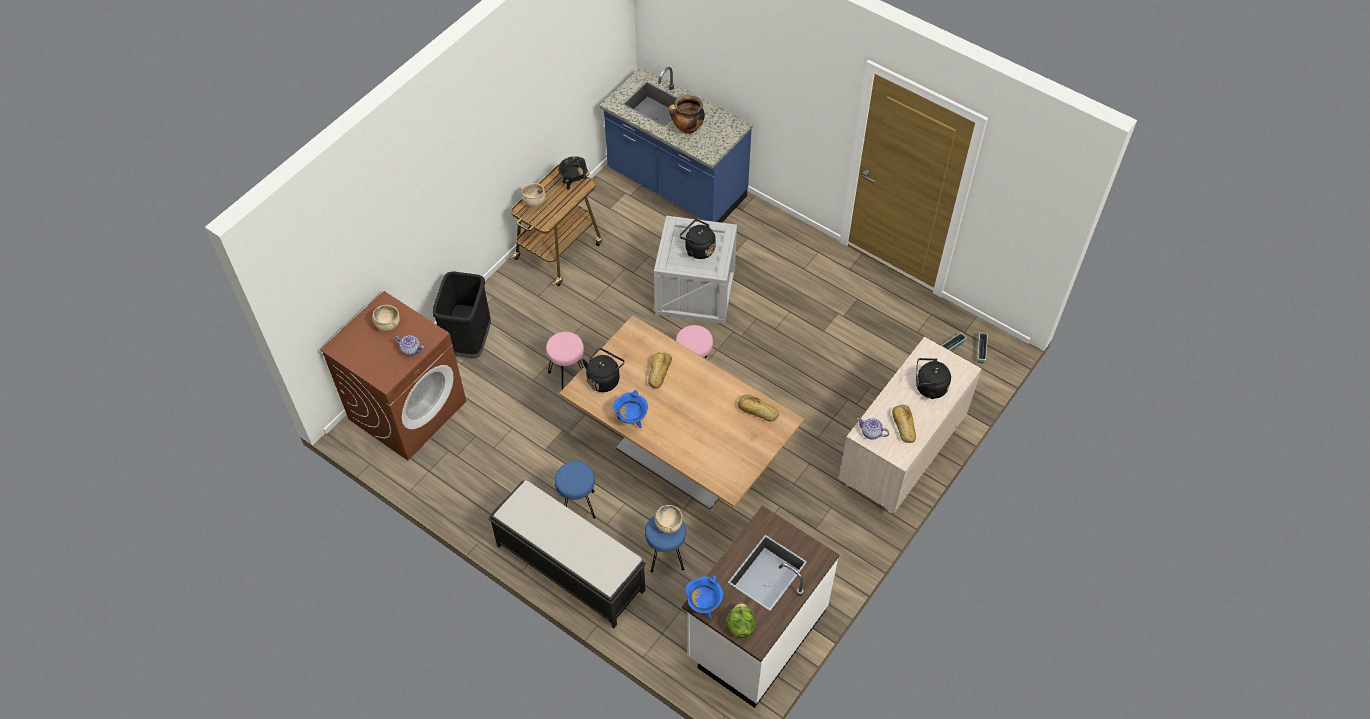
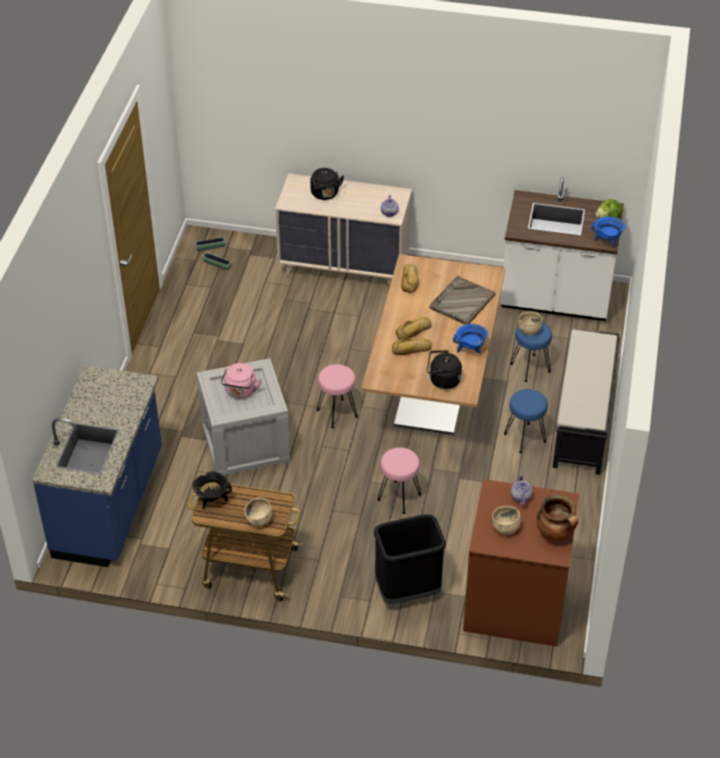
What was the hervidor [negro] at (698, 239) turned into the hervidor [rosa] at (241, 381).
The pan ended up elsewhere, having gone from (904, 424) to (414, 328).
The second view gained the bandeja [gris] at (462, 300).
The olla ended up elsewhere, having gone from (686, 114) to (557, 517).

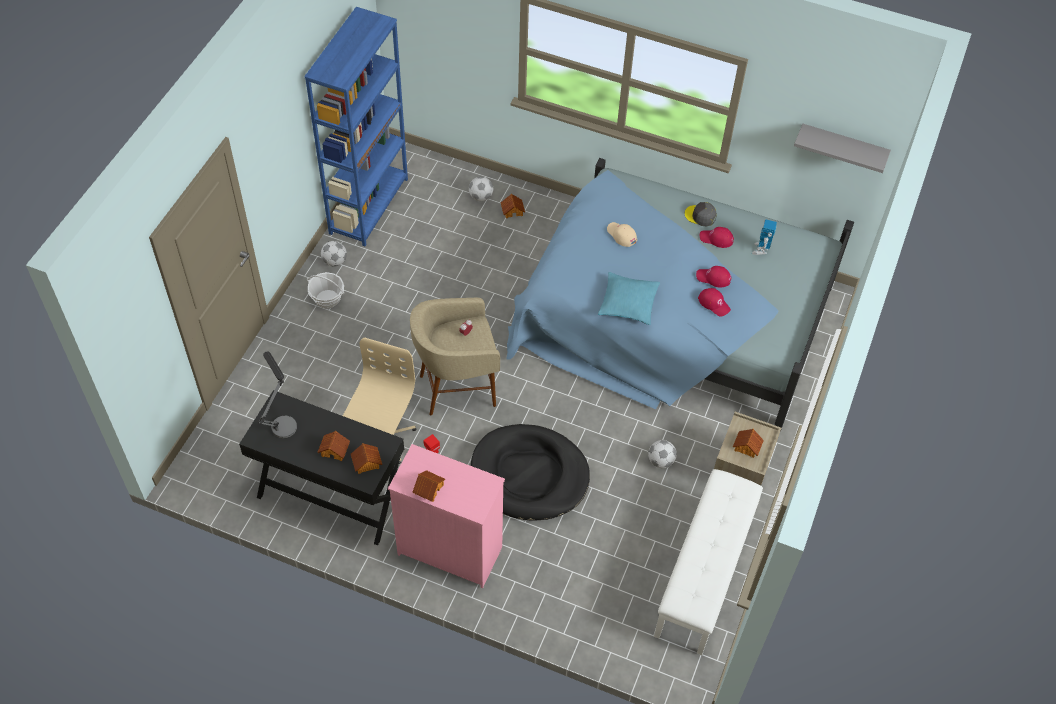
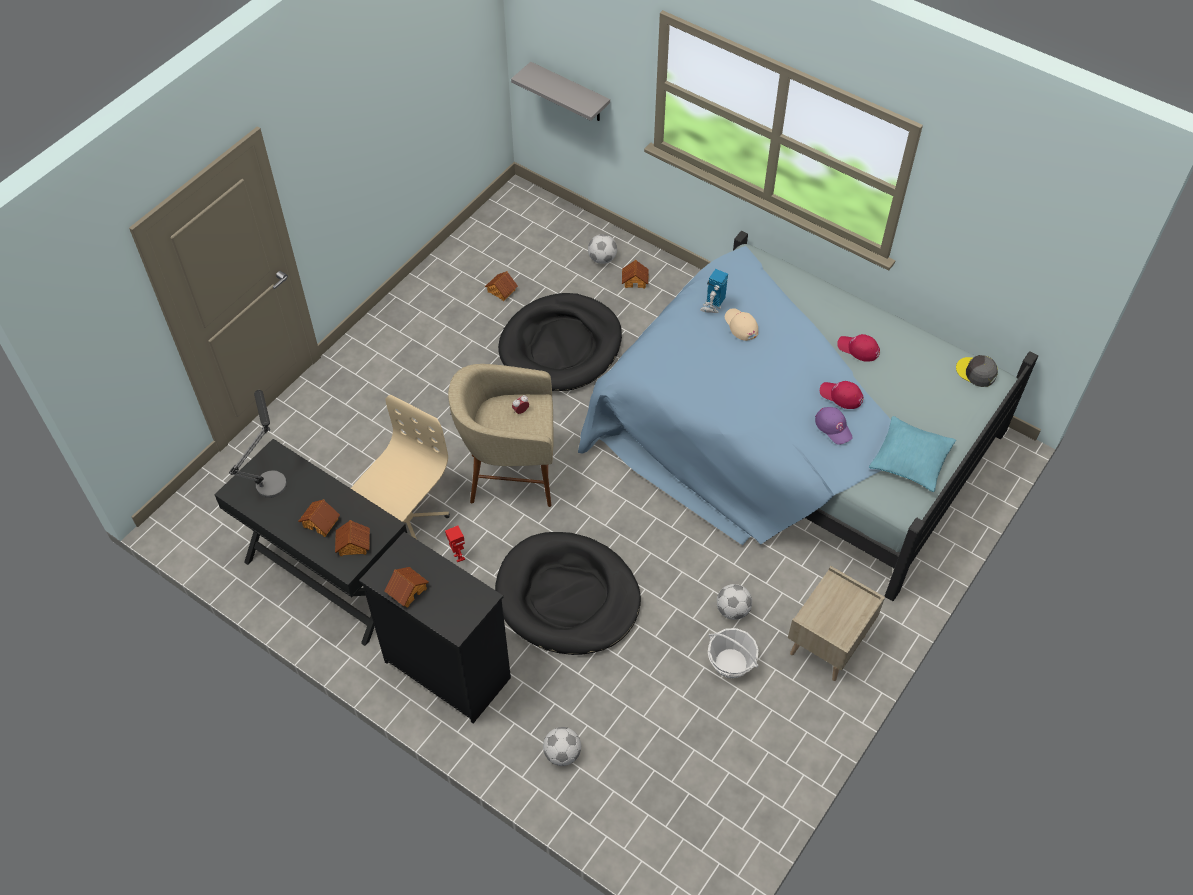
What was the cómoda [rosa] at (446, 516) turned into the cómoda [negro] at (435, 627).
The casita ended up elsewhere, having gone from (748, 443) to (501, 286).
The second view gained the cama para perro [negro] at (560, 342).
The estante [gris] ended up elsewhere, having gone from (842, 148) to (560, 91).
The balón de fútbol ended up elsewhere, having gone from (334, 254) to (562, 746).
The robot de juguete ended up elsewhere, having gone from (764, 237) to (714, 291).
The cesta ended up elsewhere, having gone from (325, 290) to (733, 653).
What was the gorra [rojo] at (714, 302) turned into the gorra [morado] at (834, 426).
The cojín [turquesa] ended up elsewhere, having gone from (629, 298) to (912, 454).
The gorra [gris] ended up elsewhere, having gone from (701, 214) to (977, 371).
The second view lost the estantería [azul] at (356, 126).
The second view lost the banco [blanco] at (708, 562).

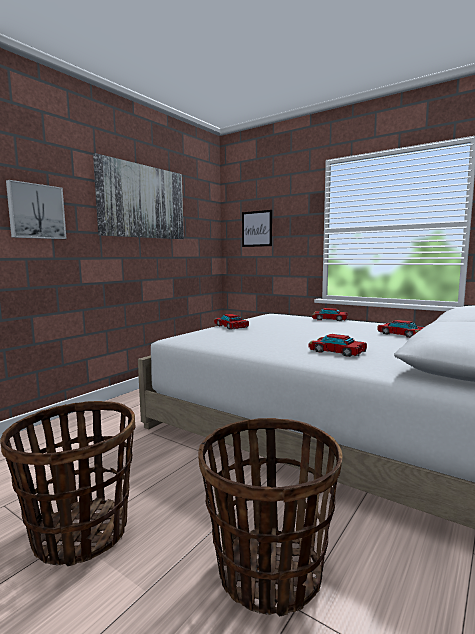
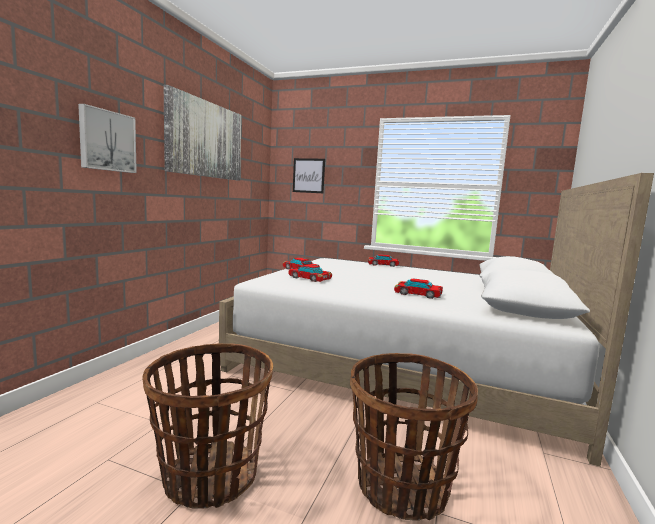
The coche de juguete ended up elsewhere, having gone from (400, 329) to (310, 273).

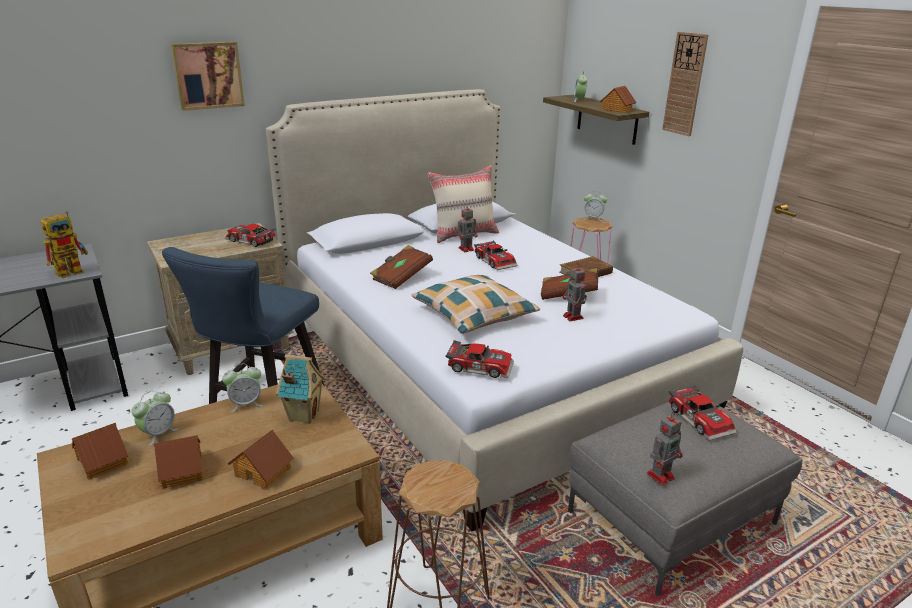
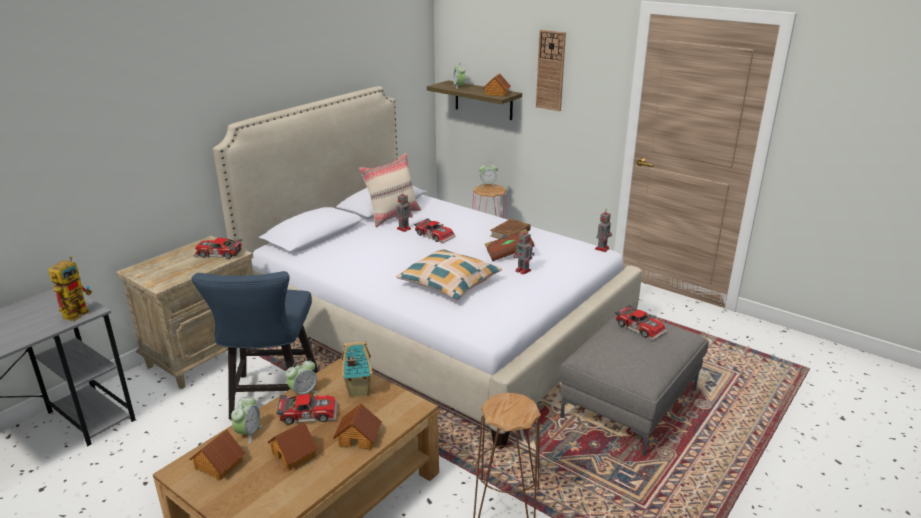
The coche de juguete ended up elsewhere, having gone from (480, 359) to (307, 409).
The robot de juguete ended up elsewhere, having gone from (664, 448) to (603, 230).
The second view lost the cuadro at (208, 76).
The second view lost the libro [marrón] at (401, 267).

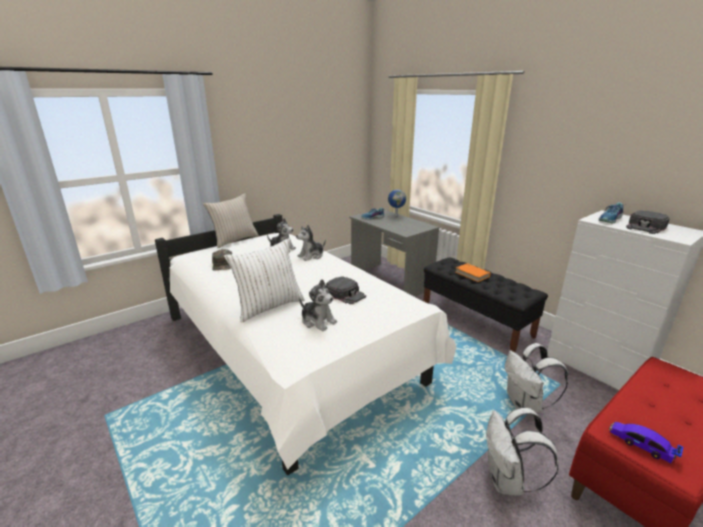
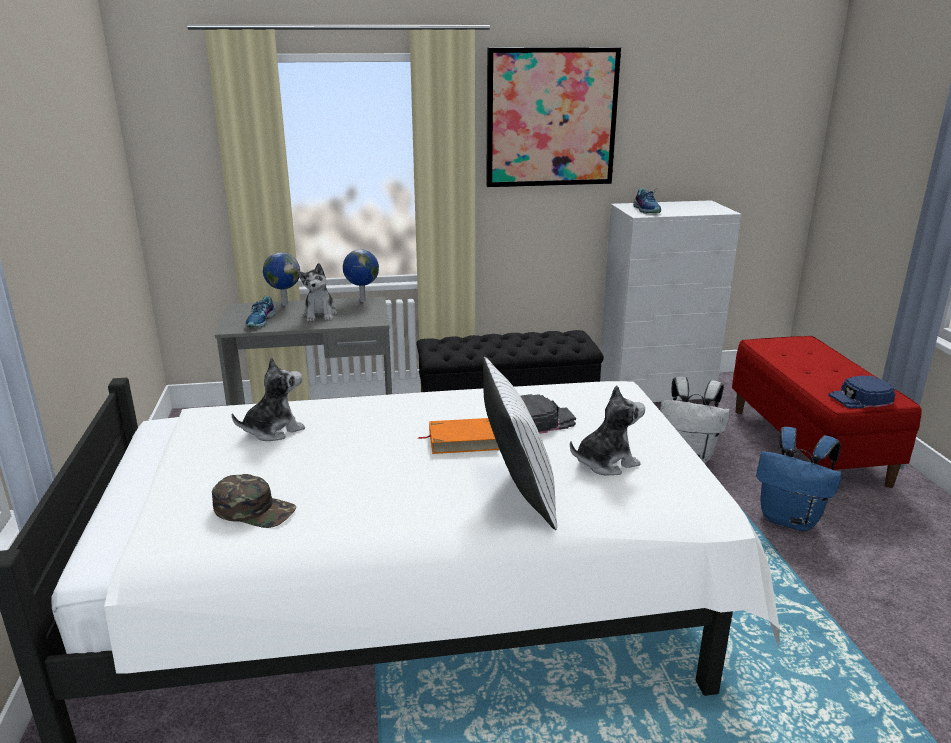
The peluche ended up elsewhere, having gone from (311, 243) to (318, 292).
The second view gained the globo terráqueo at (361, 275).
The libro [naranja] ended up elsewhere, having gone from (472, 272) to (459, 436).
The second view gained the cuadro at (553, 117).
What was the mochila [blanco] at (522, 452) turned into the mochila [azul] at (799, 479).
Where the coche de juguete stood at (646, 442), the gorra [azul] came to stand at (862, 392).
The second view lost the cojín [beis] at (231, 220).
The second view lost the gorra [negro] at (648, 222).

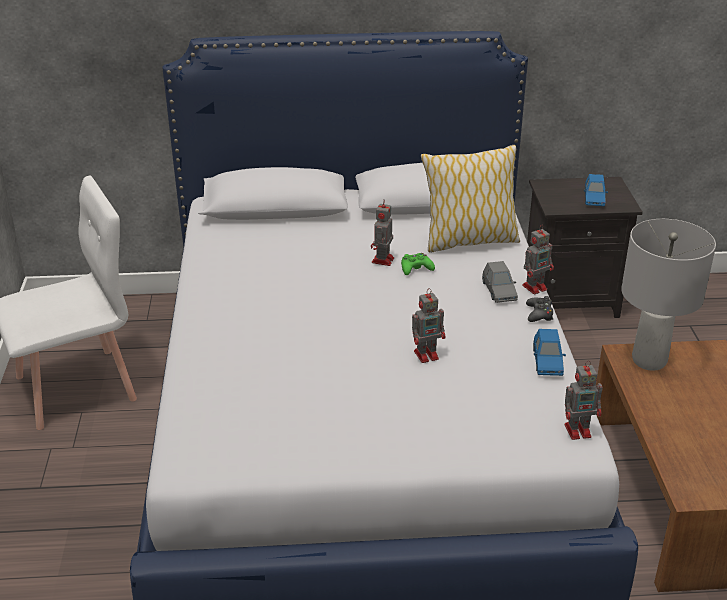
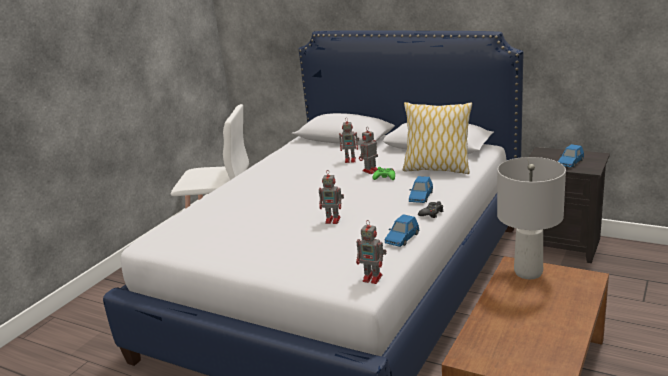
The robot de juguete ended up elsewhere, having gone from (538, 259) to (349, 140).
What was the coche de juguete [gris] at (500, 282) turned into the coche de juguete [azul] at (421, 189).

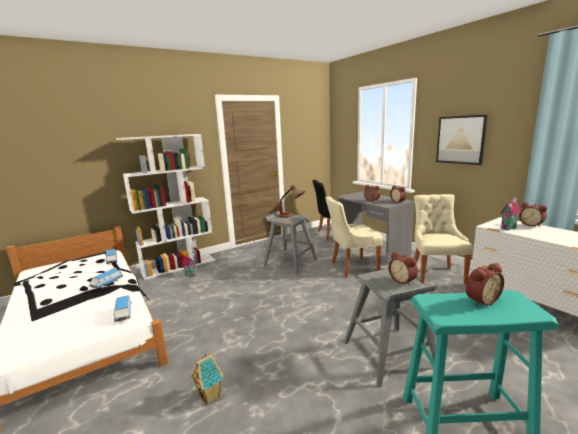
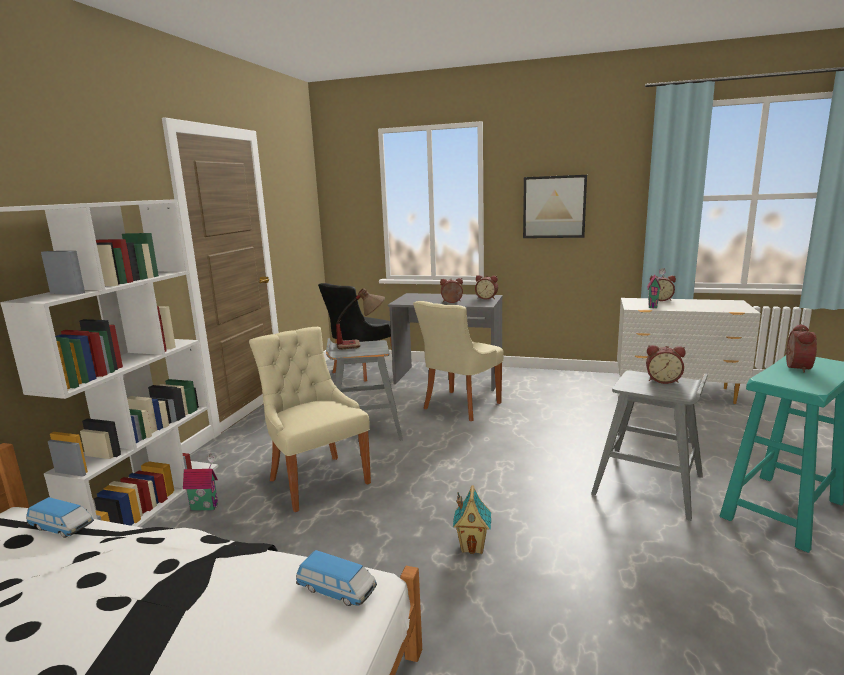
The silla [beis] ended up elsewhere, having gone from (443, 239) to (310, 419).
The casita ended up elsewhere, having gone from (207, 379) to (472, 519).
The second view lost the coche de juguete at (106, 278).

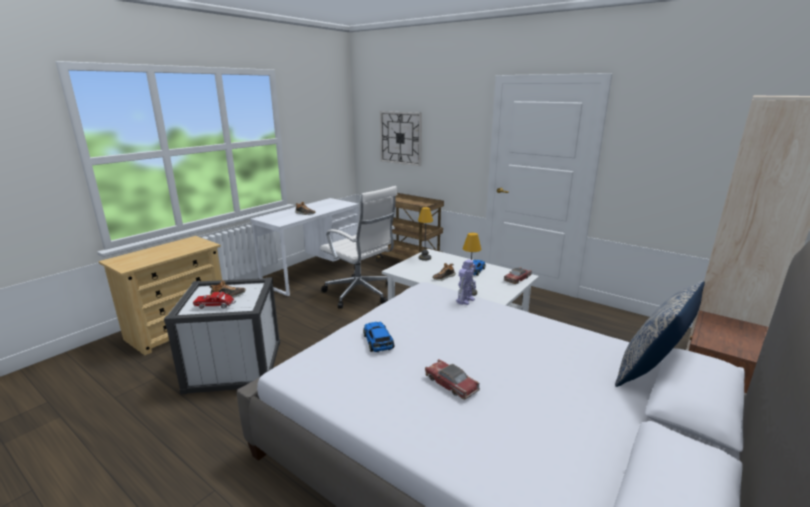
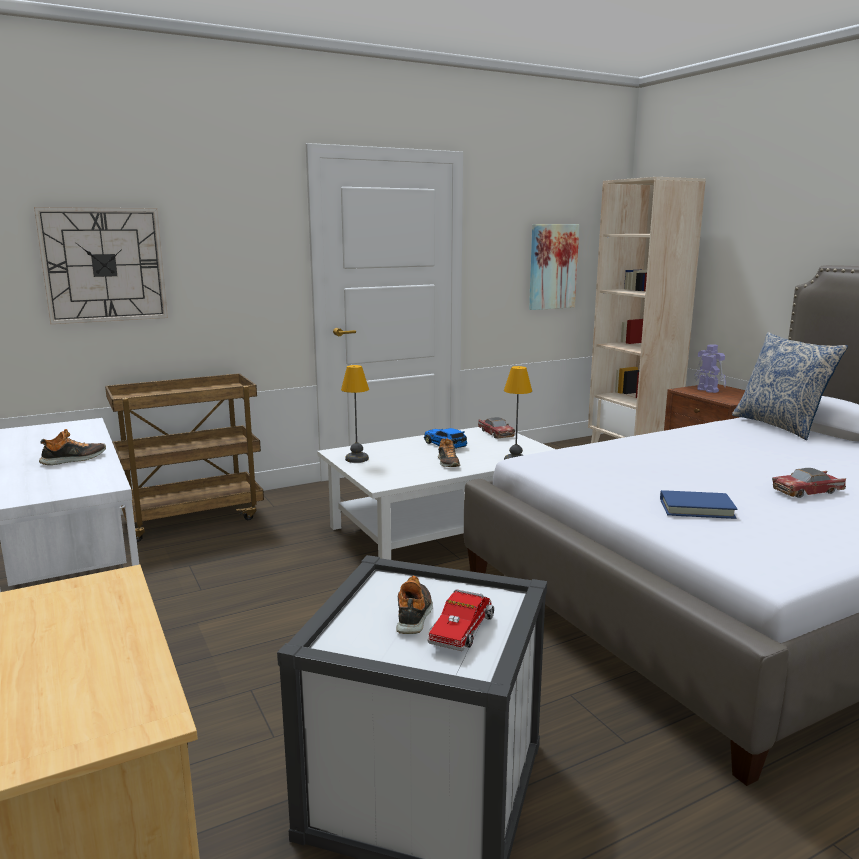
The second view gained the cuadro at (554, 267).
Where the coche de juguete stood at (379, 337), the libro [azul] came to stand at (699, 504).
The robot de juguete ended up elsewhere, having gone from (466, 282) to (710, 368).
The second view lost the silla de oficina [blanco] at (359, 247).

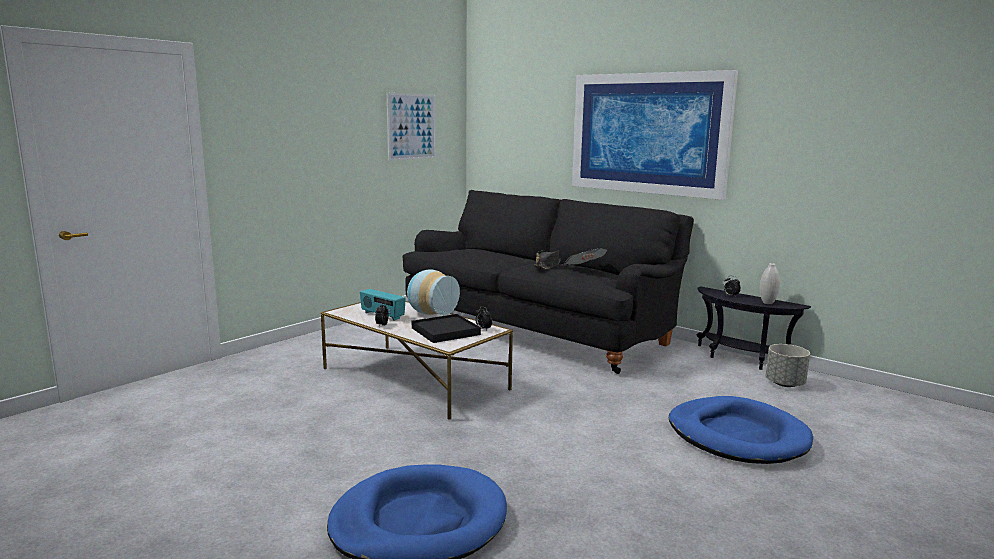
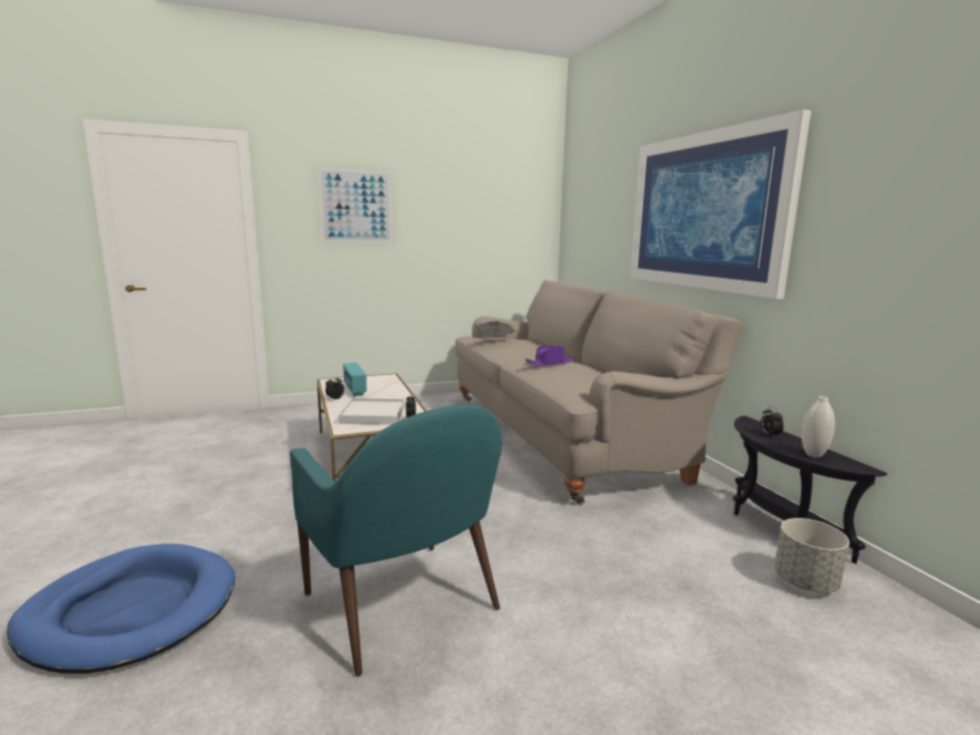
The second view gained the sillón [turquesa] at (396, 540).
The cuadro ended up elsewhere, having gone from (411, 127) to (355, 205).
What was the bandeja [negro] at (446, 328) turned into the bandeja [blanco] at (371, 411).
What was the sofá [negro] at (548, 282) turned into the sofá [beis] at (599, 392).
The periódico ended up elsewhere, having gone from (586, 256) to (495, 329).
What was the sombrero [negro] at (547, 259) turned into the sombrero [morado] at (550, 356).
The second view lost the florero at (433, 293).
The second view lost the cama para perro [azul] at (741, 430).

